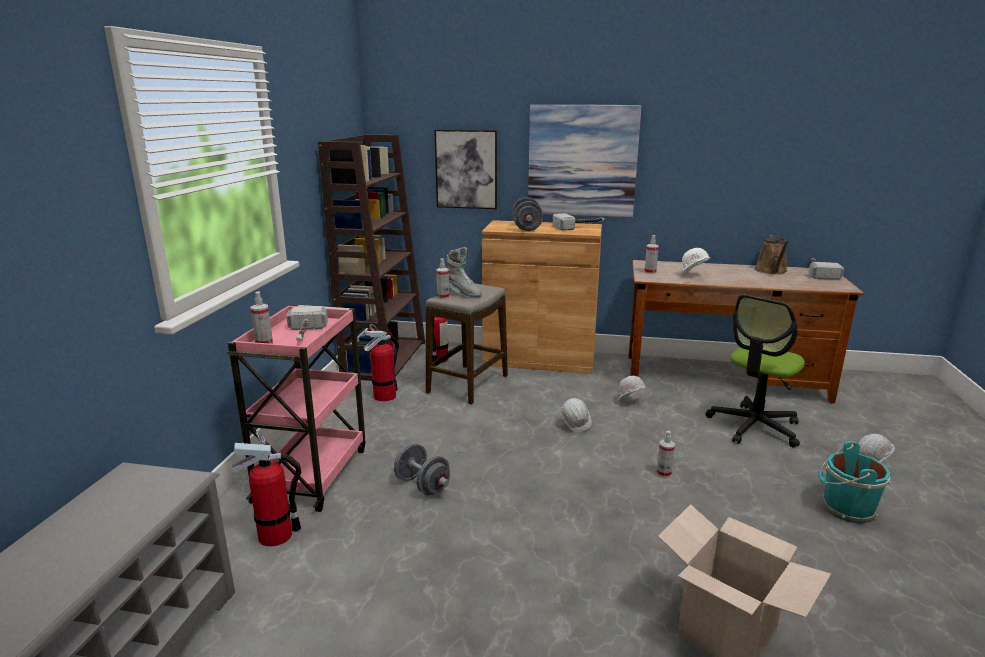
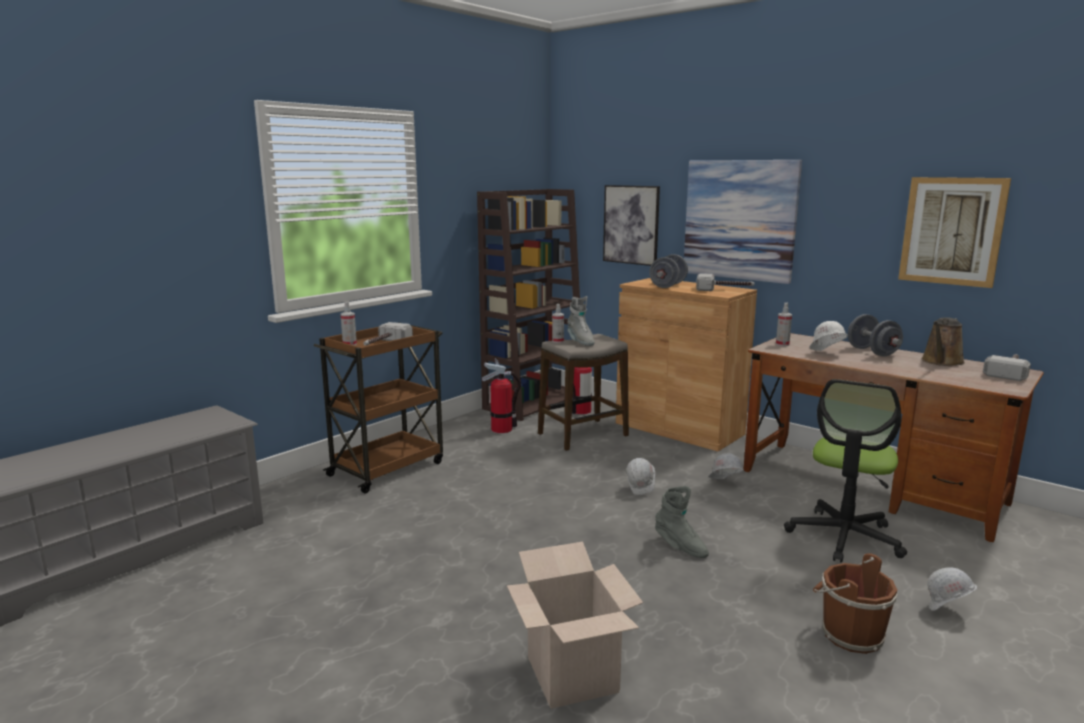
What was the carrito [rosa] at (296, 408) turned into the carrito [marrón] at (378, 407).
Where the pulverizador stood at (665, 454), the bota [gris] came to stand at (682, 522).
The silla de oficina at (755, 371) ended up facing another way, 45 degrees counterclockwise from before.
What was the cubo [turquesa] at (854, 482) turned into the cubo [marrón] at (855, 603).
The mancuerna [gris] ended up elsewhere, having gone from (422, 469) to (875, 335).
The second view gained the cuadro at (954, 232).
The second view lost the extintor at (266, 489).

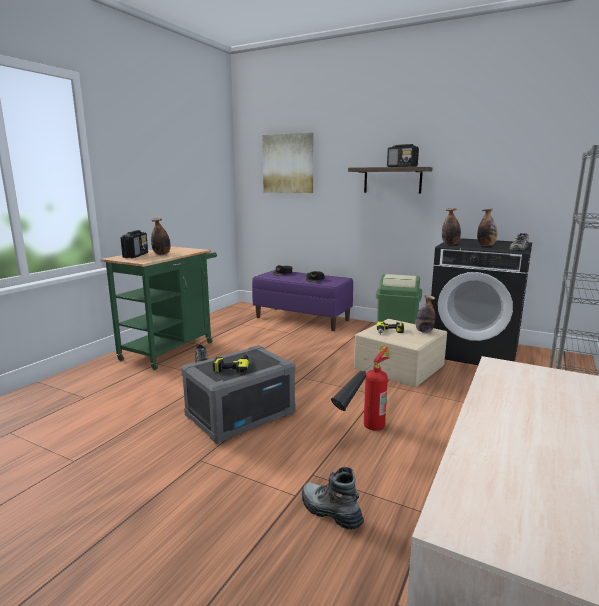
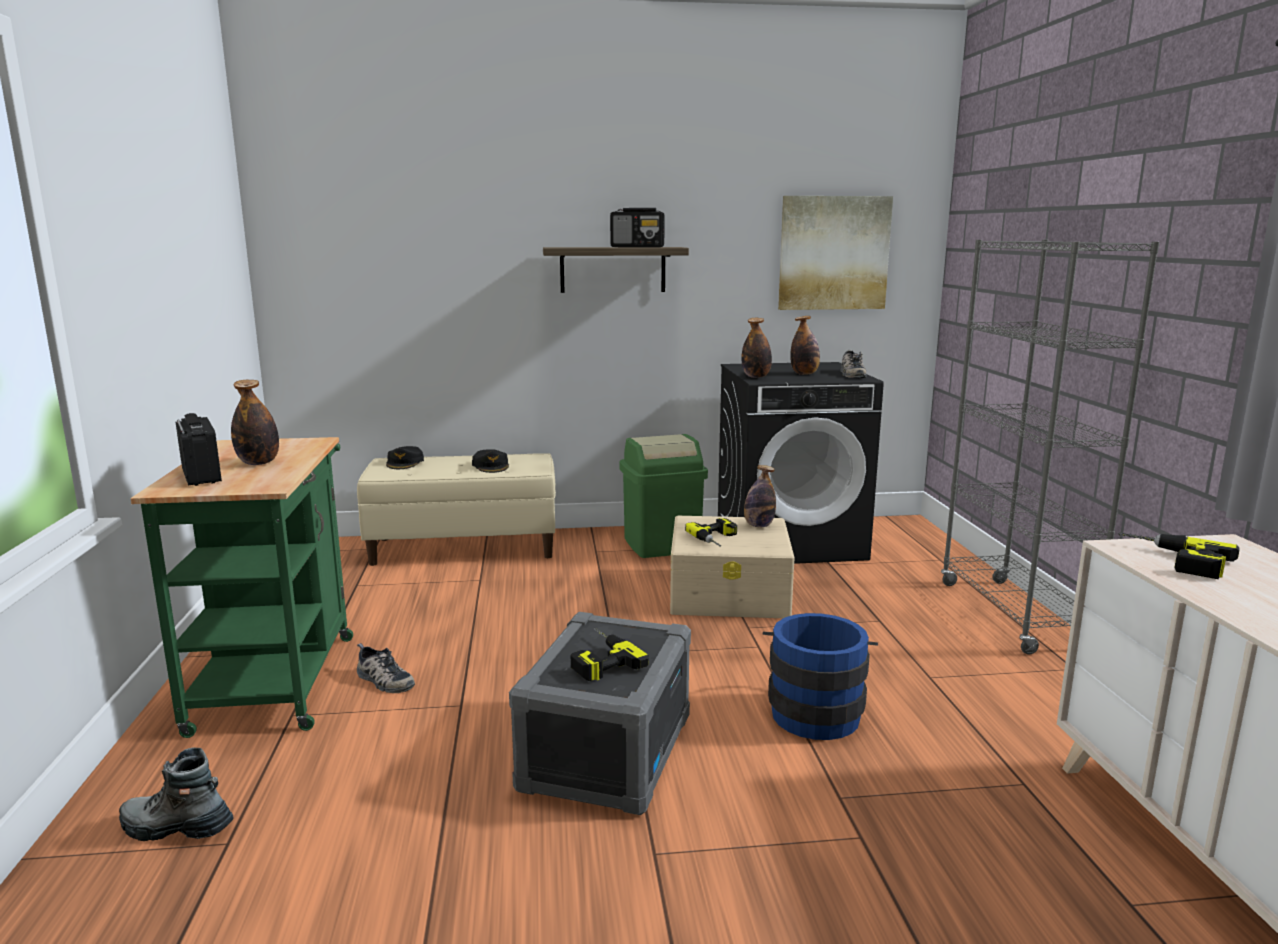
The bota ended up elsewhere, having gone from (333, 498) to (176, 794).
What was the banco [morado] at (302, 300) turned into the banco [beis] at (456, 509).
Where the extintor stood at (360, 389), the cubo [azul] came to stand at (820, 676).
The cuadro ended up elsewhere, having gone from (288, 162) to (835, 253).
The second view gained the taladro at (1179, 555).

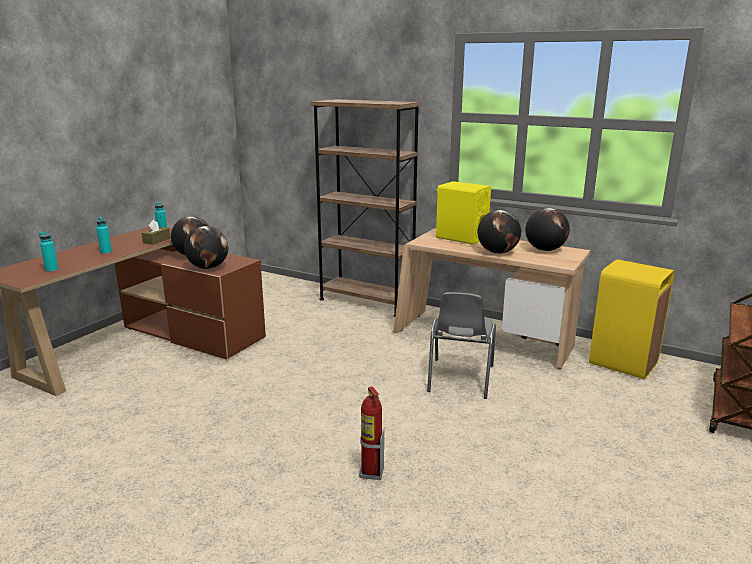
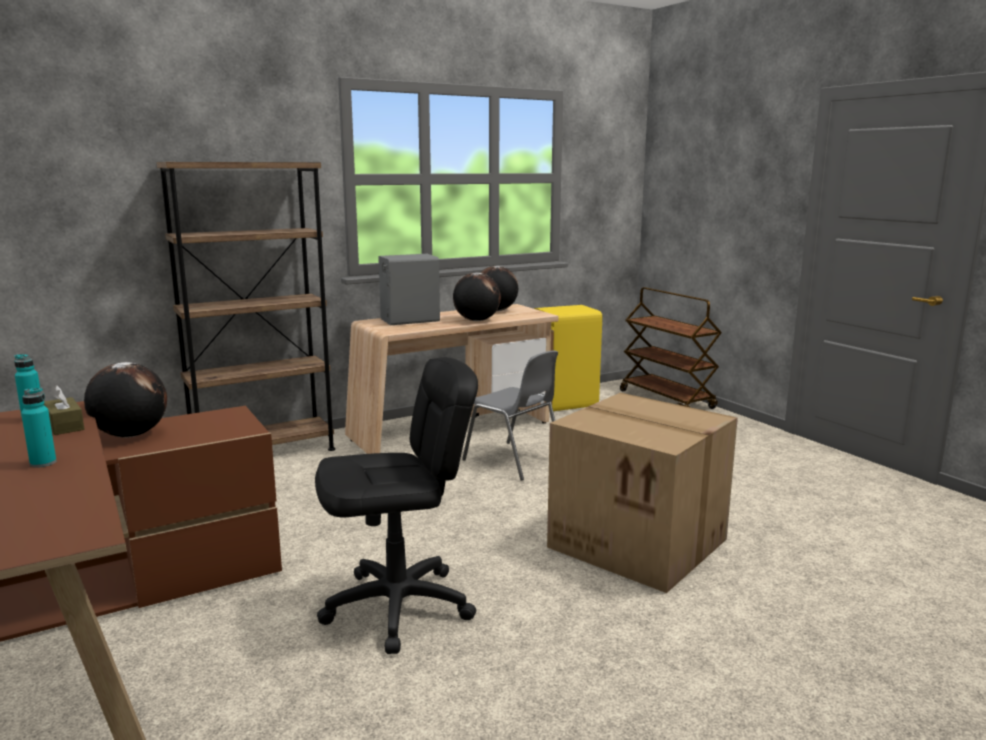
The second view gained the silla de oficina [negro] at (396, 505).
What was the altavoz [amarillo] at (463, 213) turned into the altavoz [gris] at (409, 289).
Where the extintor stood at (371, 433), the caja de cartón came to stand at (642, 493).
The second view lost the botella [turquesa] at (48, 252).
The second view lost the globo terráqueo at (206, 247).

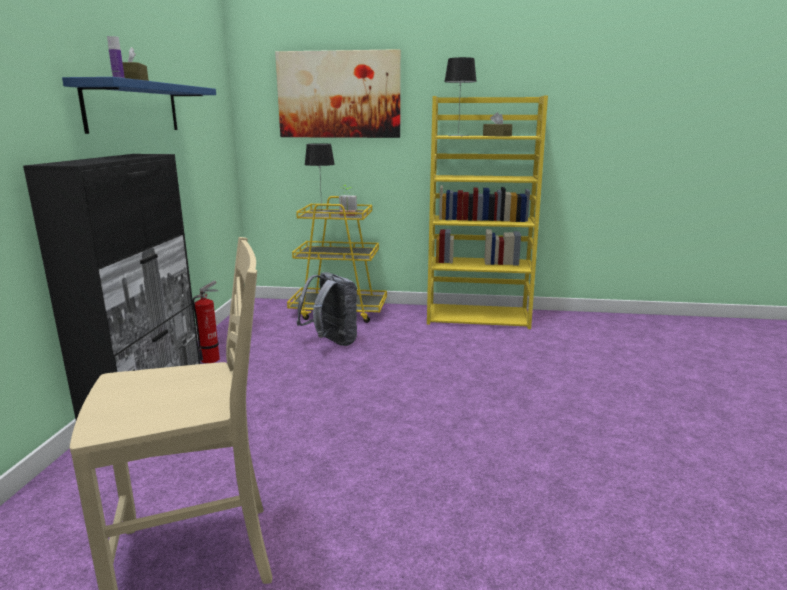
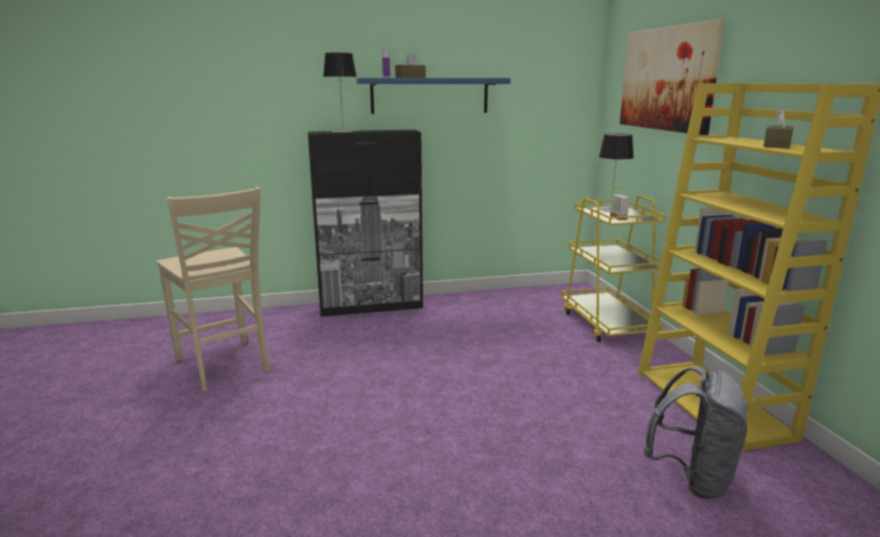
The lámpara de mesa ended up elsewhere, having gone from (460, 96) to (340, 93).
The mochila [gris] ended up elsewhere, having gone from (326, 309) to (696, 432).
The second view lost the extintor at (206, 322).

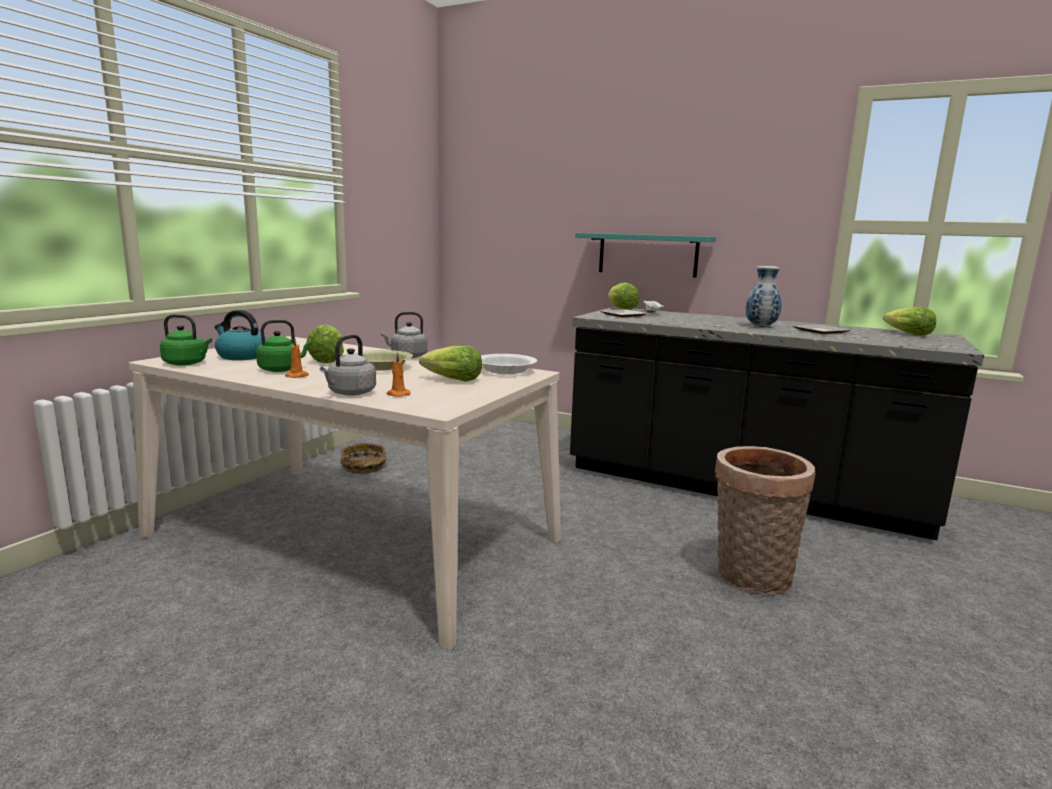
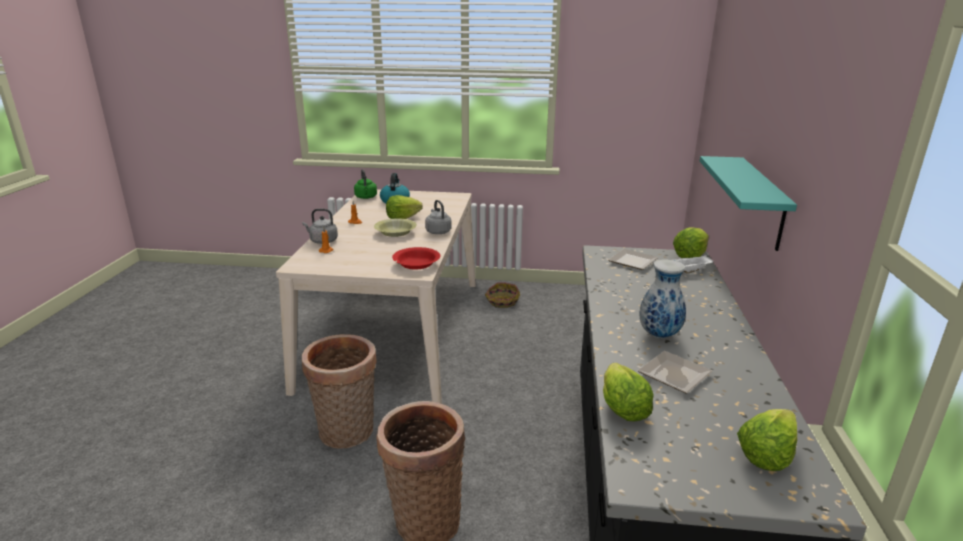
The second view gained the cesta at (339, 391).
What was the cuenco [blanco] at (509, 364) turned into the cuenco [rojo] at (416, 258).
The lechuga ended up elsewhere, having gone from (450, 363) to (628, 392).
The second view lost the hervidor [verde] at (284, 346).

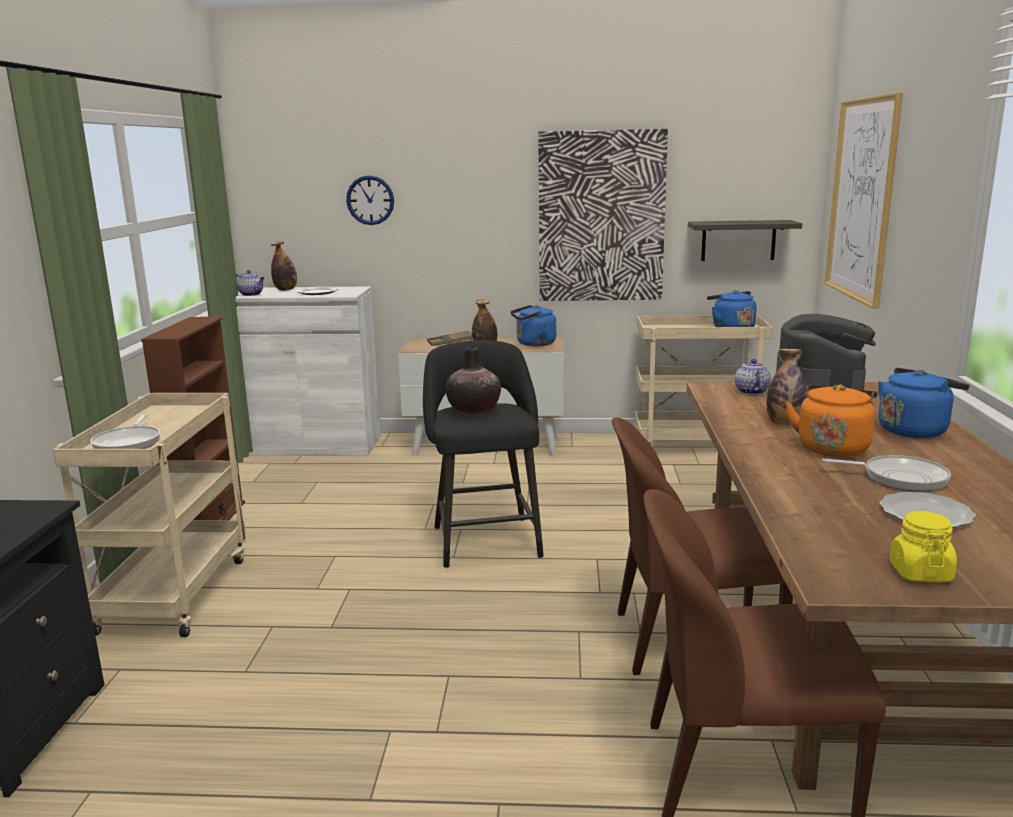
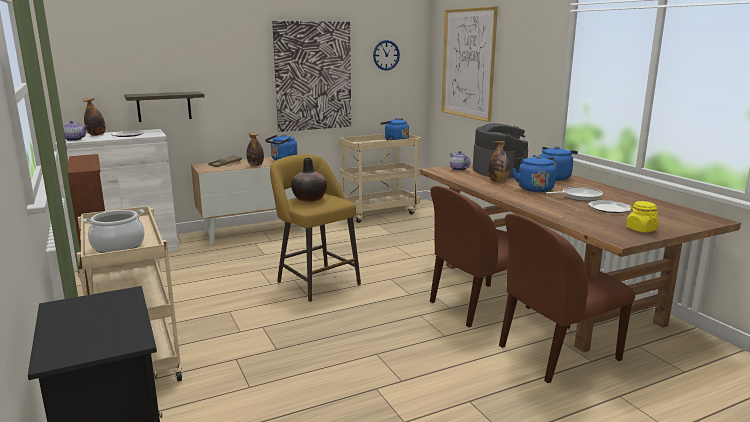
Where the sartén stood at (125, 431), the olla came to stand at (114, 231).
The estante ended up elsewhere, having gone from (745, 240) to (164, 106).
What was the taburete [negro] at (483, 454) turned into the taburete [amarillo] at (315, 228).
The reloj de pared ended up elsewhere, having gone from (370, 200) to (386, 55).
What was the hervidor [naranja] at (831, 420) turned into the hervidor [azul] at (534, 173).

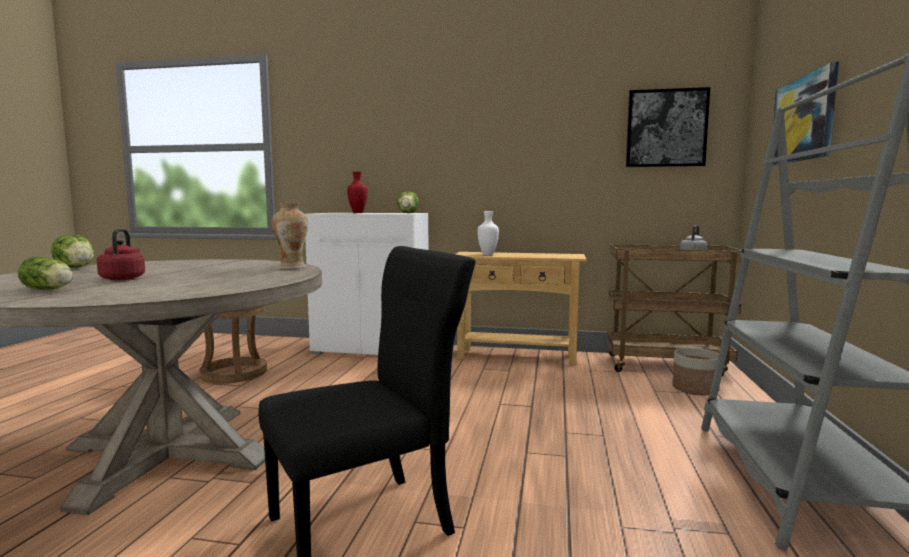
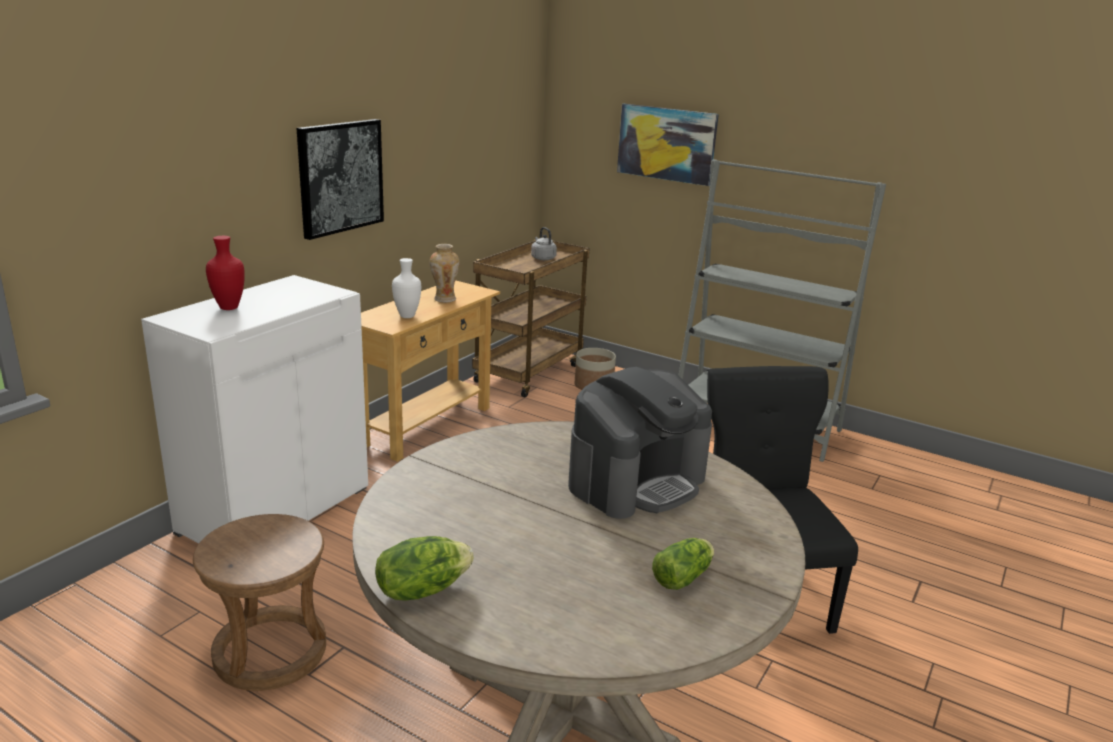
The cuadro ended up elsewhere, having gone from (668, 127) to (340, 179).
The florero ended up elsewhere, having gone from (290, 236) to (445, 273).
The second view gained the cafetera at (640, 443).
The second view lost the hervidor [rojo] at (121, 254).
The second view lost the lechuga at (408, 202).

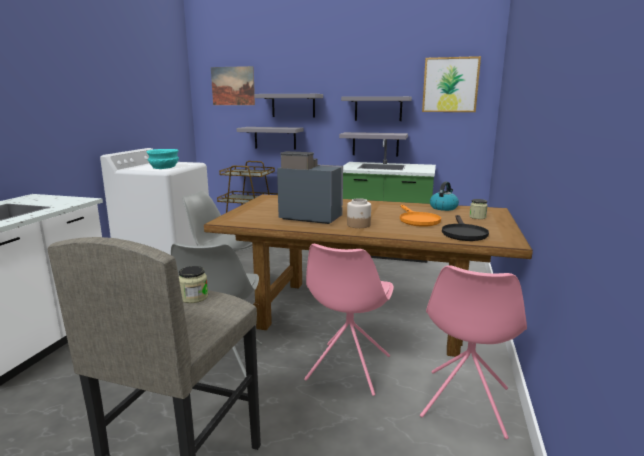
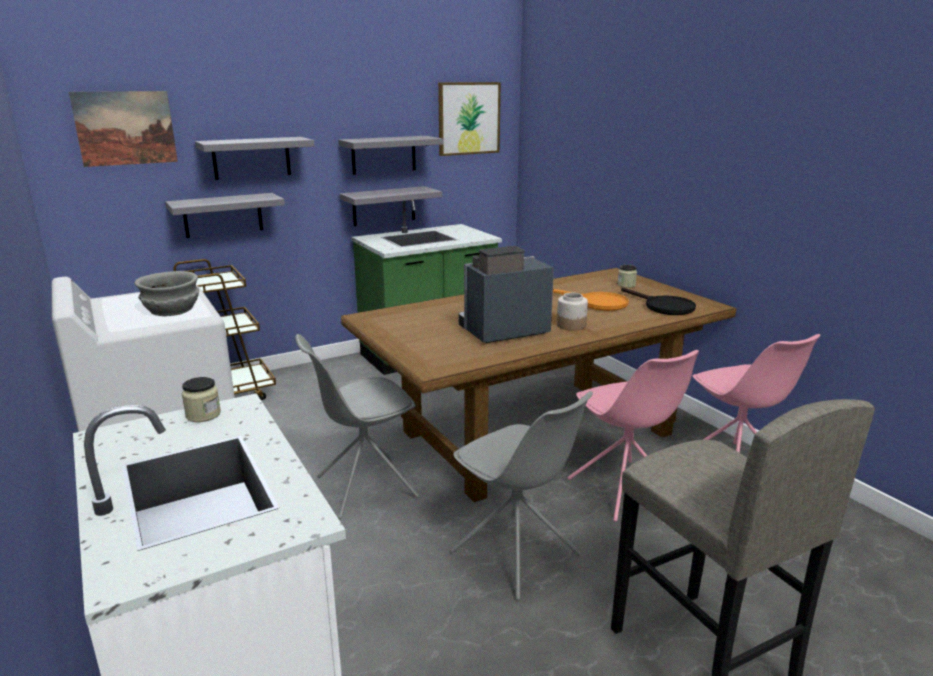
What was the cuenco [turquesa] at (163, 159) turned into the cuenco [gris] at (166, 293).
The tarro ended up elsewhere, having gone from (193, 284) to (201, 399).
The second view lost the hervidor at (444, 196).

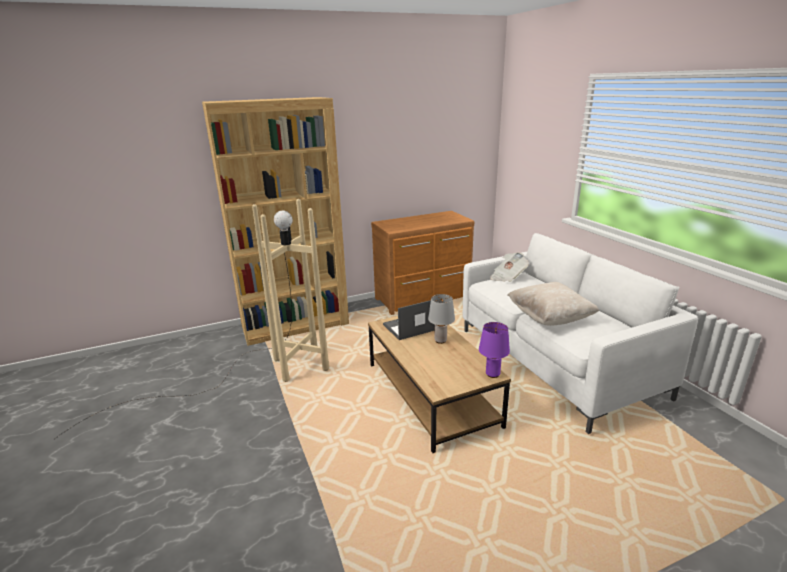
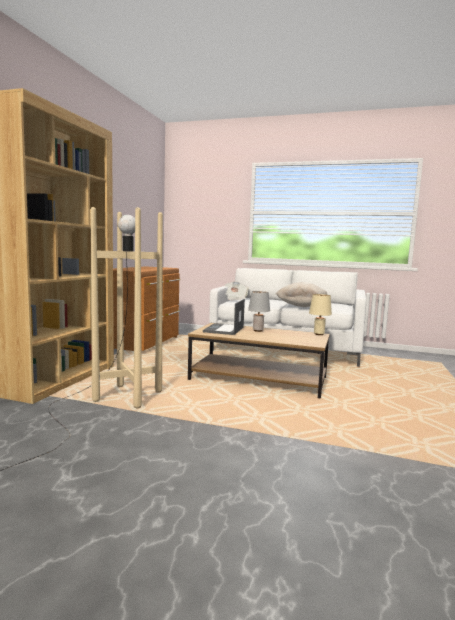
What was the lámpara de mesa [morado] at (494, 350) turned into the lámpara de mesa [beis] at (320, 314).

